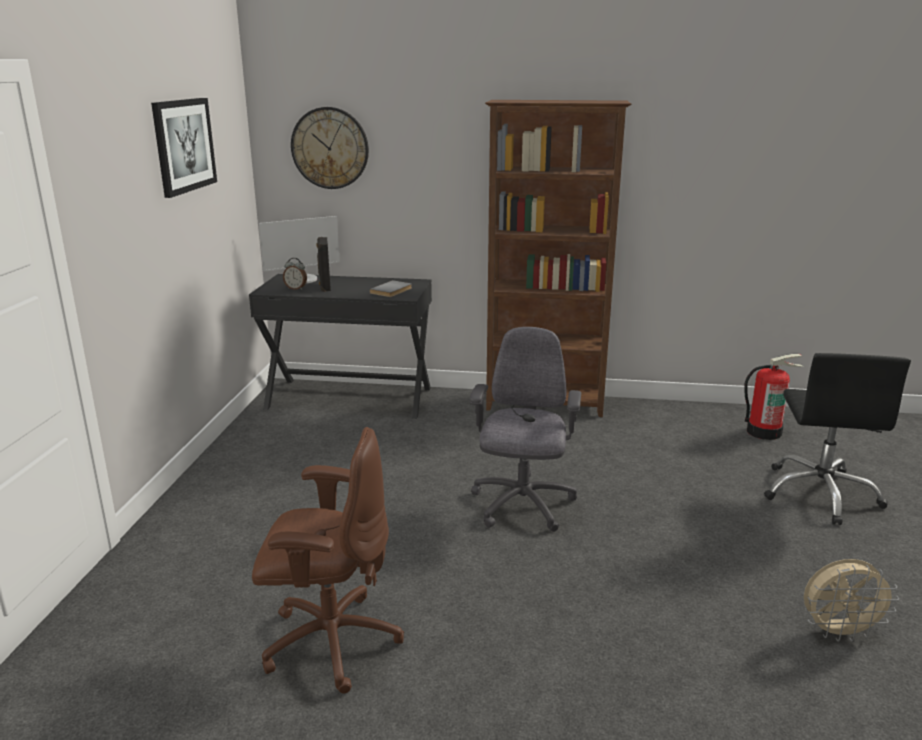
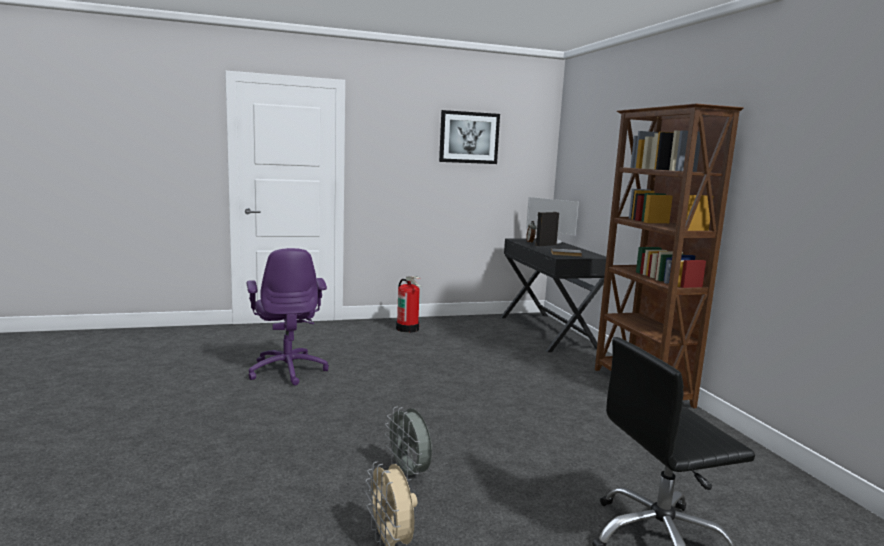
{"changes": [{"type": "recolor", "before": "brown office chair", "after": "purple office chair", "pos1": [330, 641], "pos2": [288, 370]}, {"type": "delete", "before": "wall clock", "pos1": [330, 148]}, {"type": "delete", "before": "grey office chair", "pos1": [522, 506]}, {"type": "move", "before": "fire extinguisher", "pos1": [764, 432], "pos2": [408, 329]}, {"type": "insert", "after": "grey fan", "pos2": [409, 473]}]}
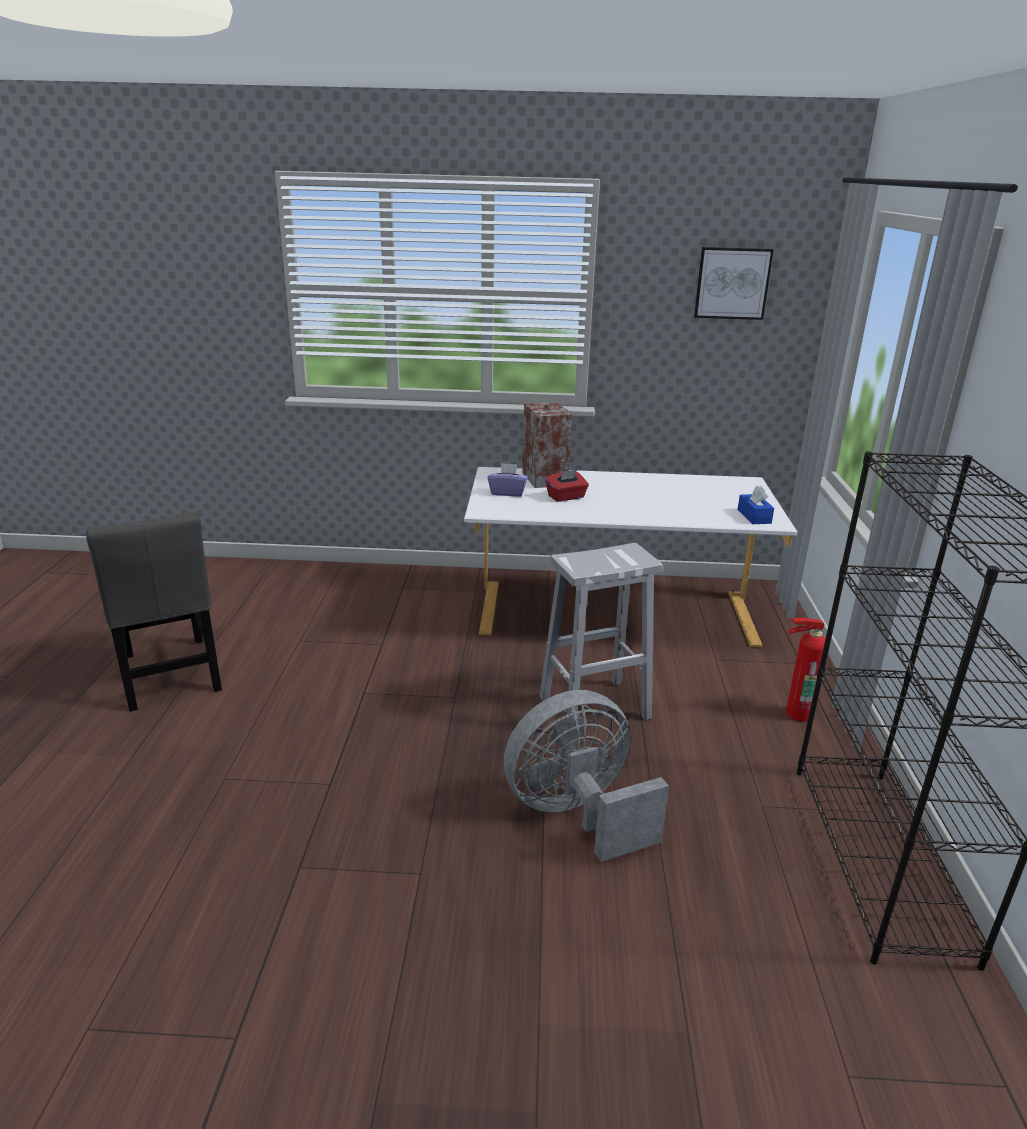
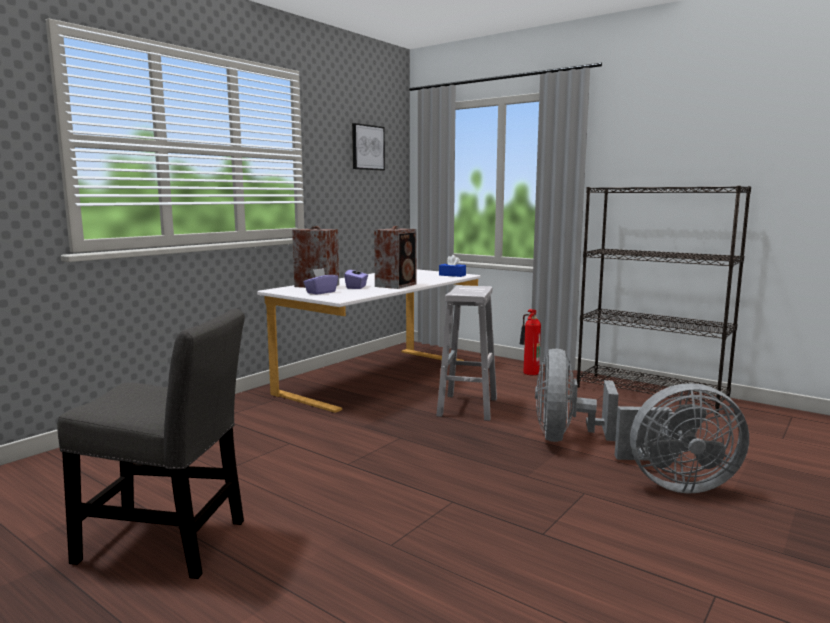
{"changes": [{"type": "recolor", "before": "red tissue box", "after": "purple tissue box", "pos1": [566, 497], "pos2": [356, 287]}, {"type": "insert", "after": "speaker", "pos2": [397, 285]}, {"type": "insert", "after": "grey fan", "pos2": [674, 483]}]}
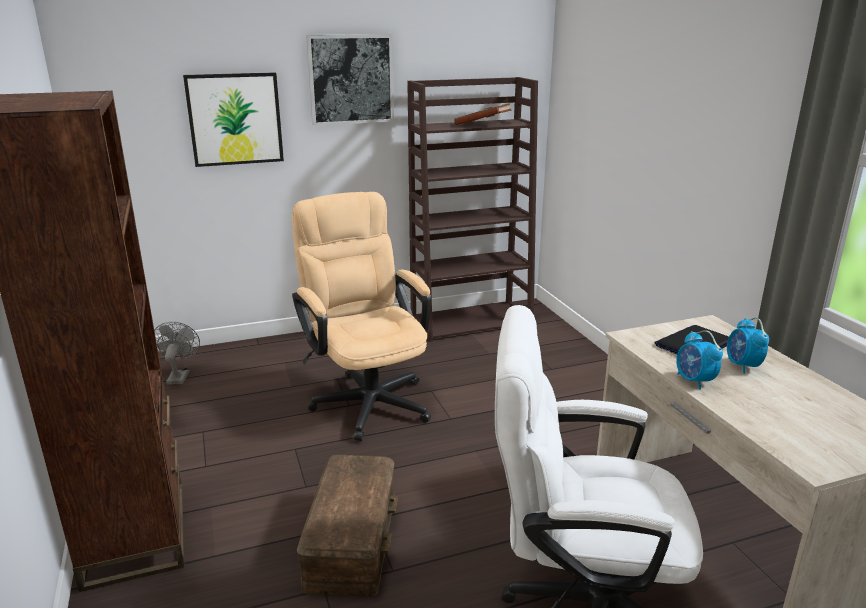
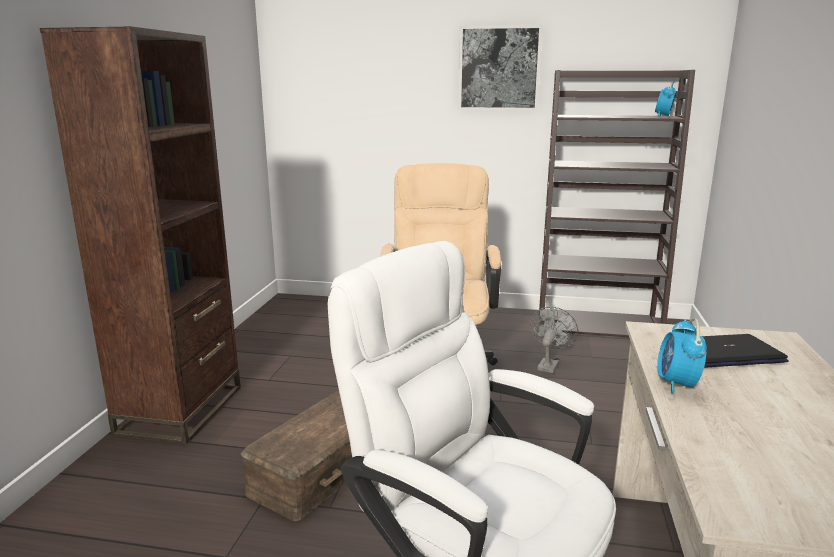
{"changes": [{"type": "move", "before": "grey fan", "pos1": [179, 376], "pos2": [549, 364]}, {"type": "delete", "before": "picture", "pos1": [235, 119]}, {"type": "delete", "before": "brown book", "pos1": [482, 125]}, {"type": "move", "before": "alarm clock", "pos1": [742, 366], "pos2": [663, 116]}]}
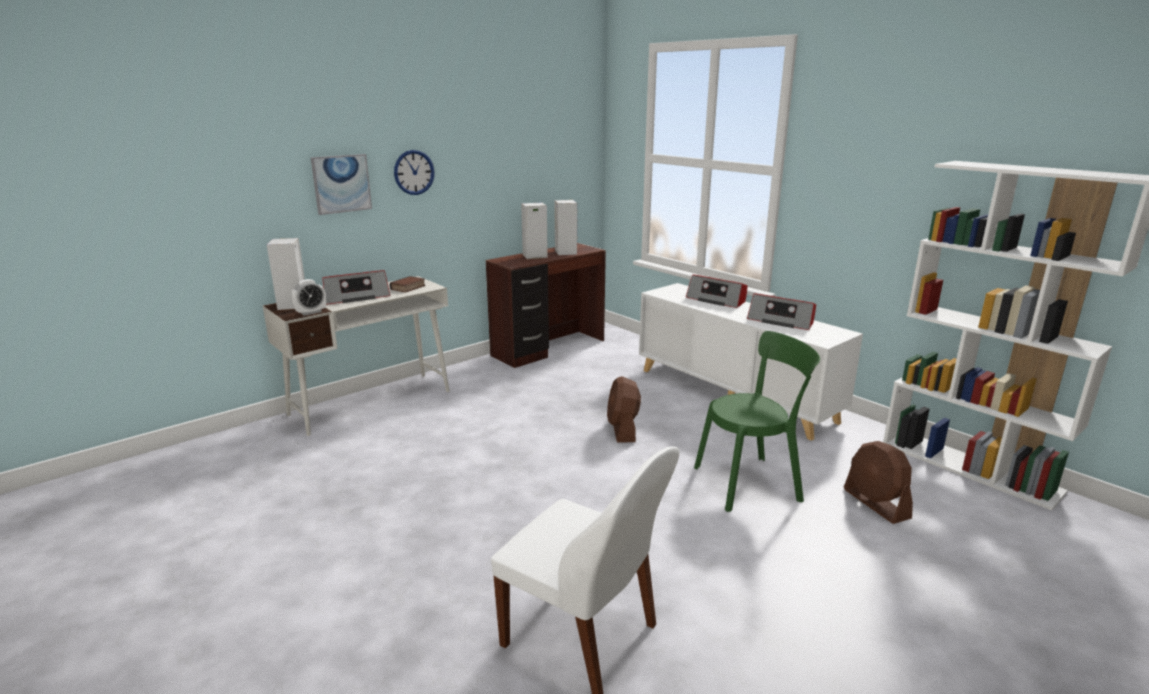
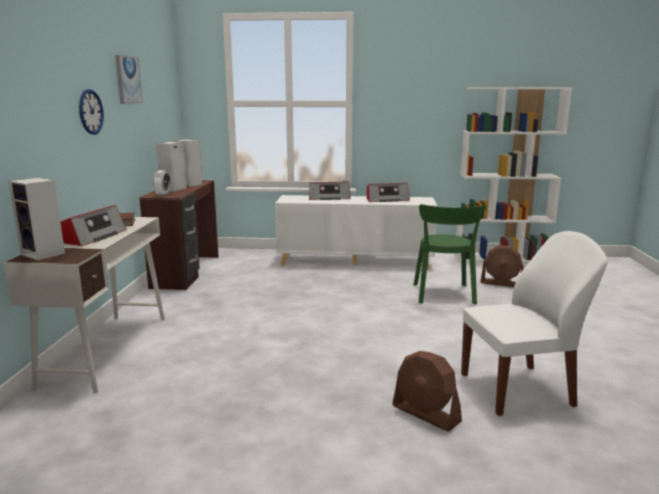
{"changes": [{"type": "move", "before": "alarm clock", "pos1": [311, 312], "pos2": [163, 194]}, {"type": "move", "before": "picture", "pos1": [341, 183], "pos2": [128, 80]}, {"type": "move", "before": "brown fan", "pos1": [623, 429], "pos2": [426, 414]}, {"type": "rotate", "before": "green chair", "pos1": [751, 483], "pos2": [444, 295], "turn": 150}]}
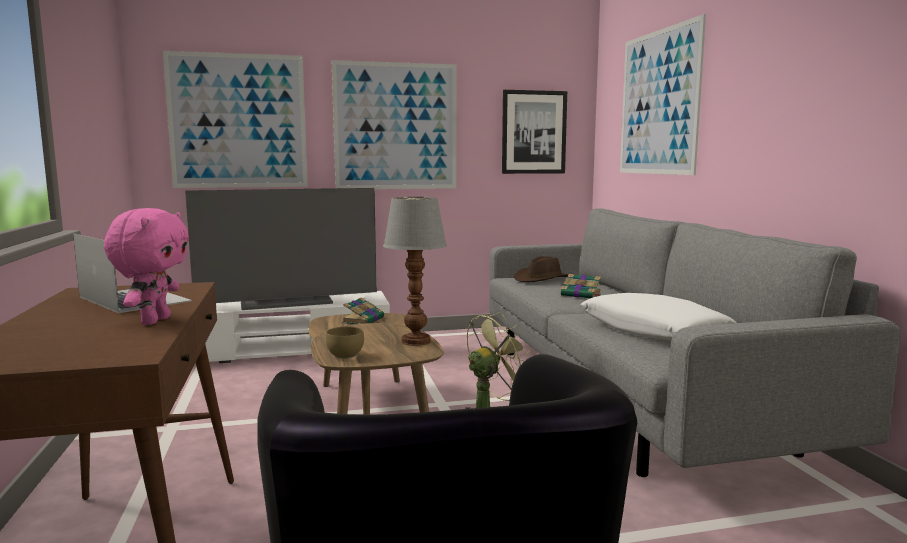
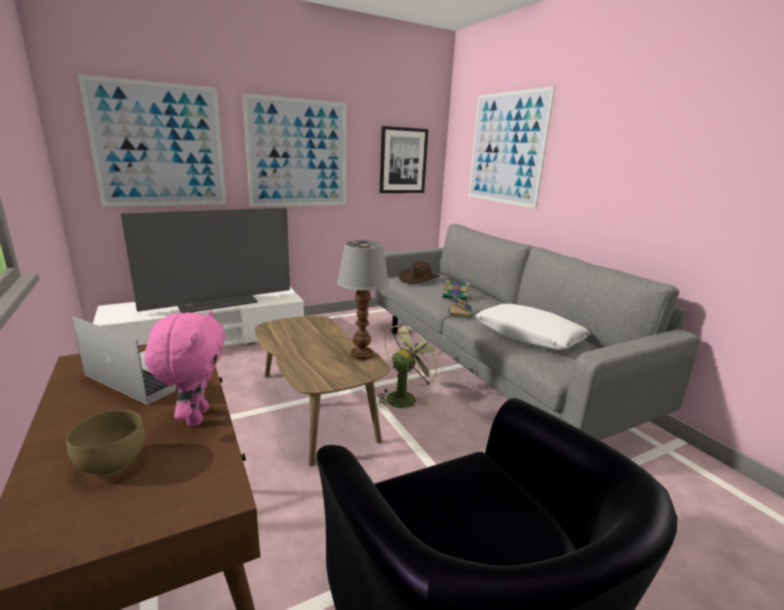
{"changes": [{"type": "move", "before": "brown bowl", "pos1": [347, 356], "pos2": [115, 463]}, {"type": "move", "before": "book", "pos1": [363, 320], "pos2": [459, 312]}]}
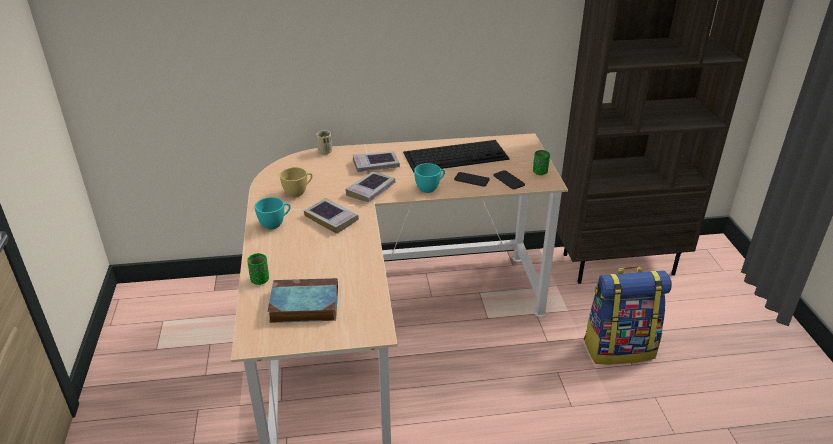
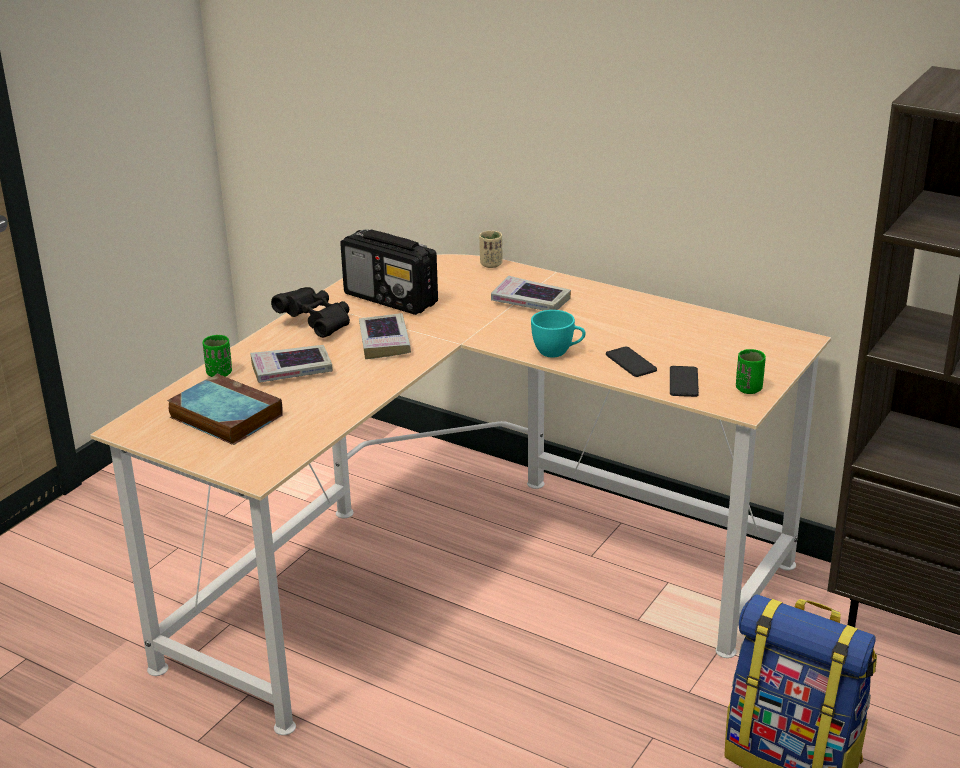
{"changes": [{"type": "replace", "before": "turquoise cup", "after": "black binoculars", "pos1": [275, 224], "pos2": [317, 323]}, {"type": "replace", "before": "yellow cup", "after": "radio", "pos1": [298, 192], "pos2": [391, 299]}, {"type": "move", "before": "book", "pos1": [371, 190], "pos2": [292, 370]}, {"type": "delete", "before": "keyboard", "pos1": [456, 155]}]}
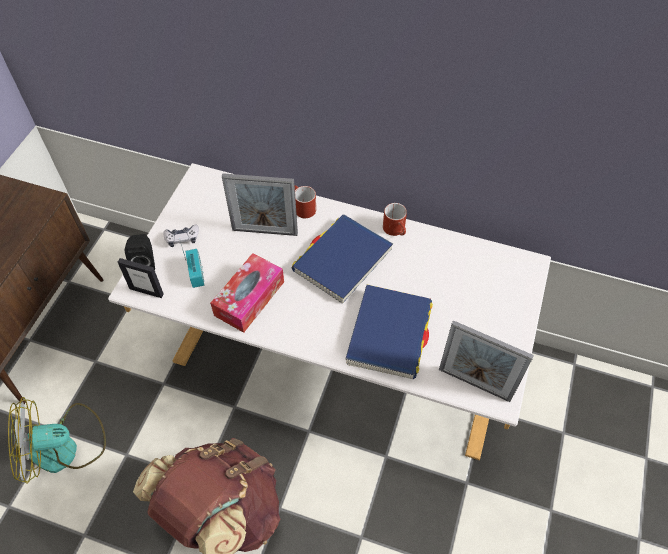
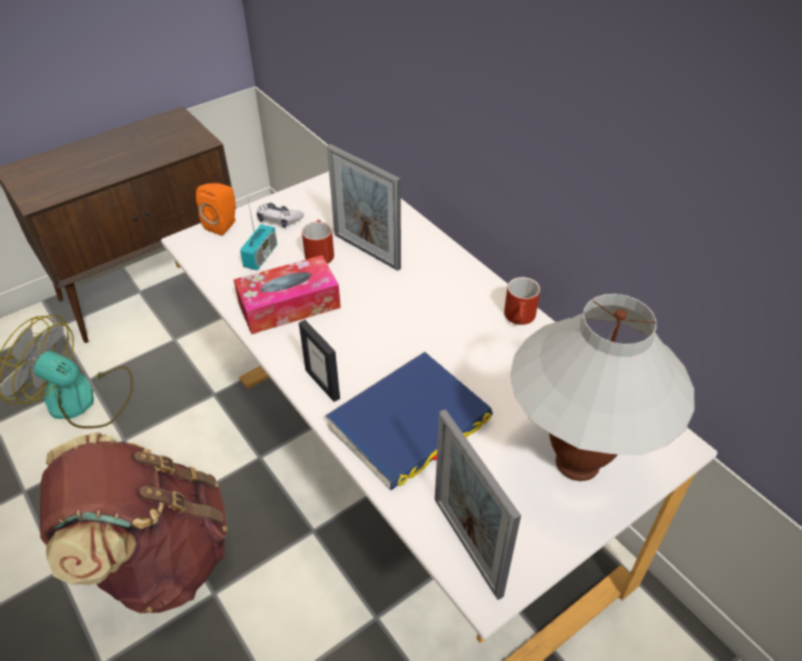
{"changes": [{"type": "move", "before": "picture frame", "pos1": [146, 291], "pos2": [323, 384]}, {"type": "recolor", "before": "black speaker", "after": "orange speaker", "pos1": [145, 263], "pos2": [223, 224]}, {"type": "delete", "before": "blue book", "pos1": [342, 260]}, {"type": "move", "before": "red mug", "pos1": [302, 207], "pos2": [318, 252]}, {"type": "insert", "after": "white table lamp", "pos2": [577, 464]}]}
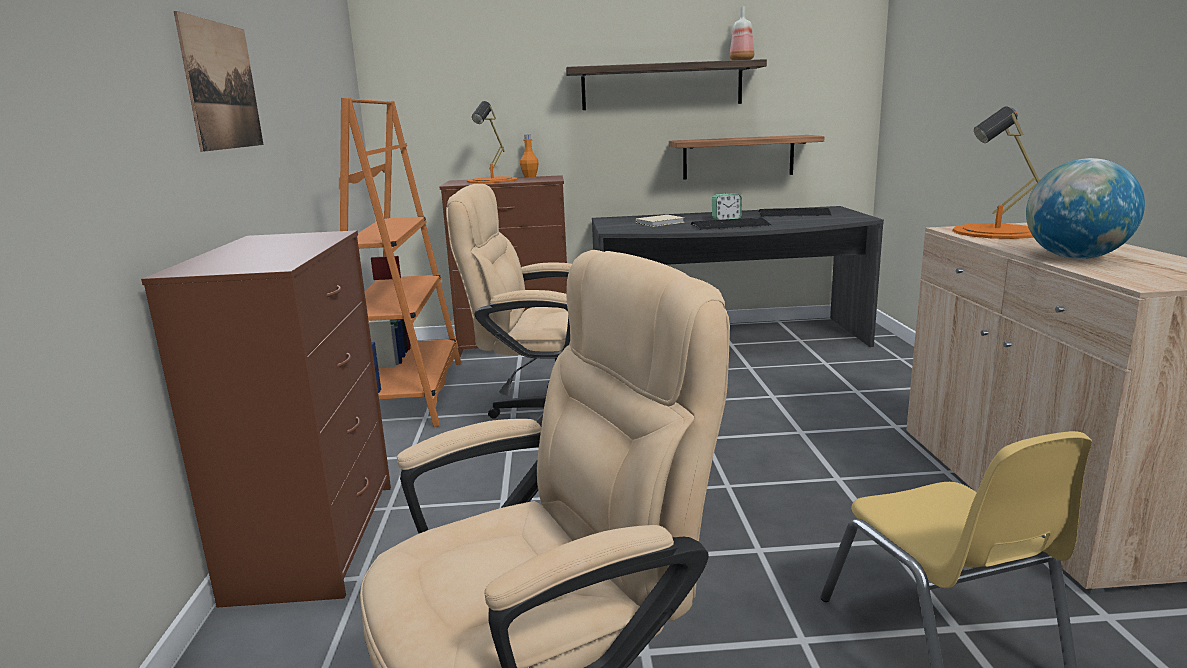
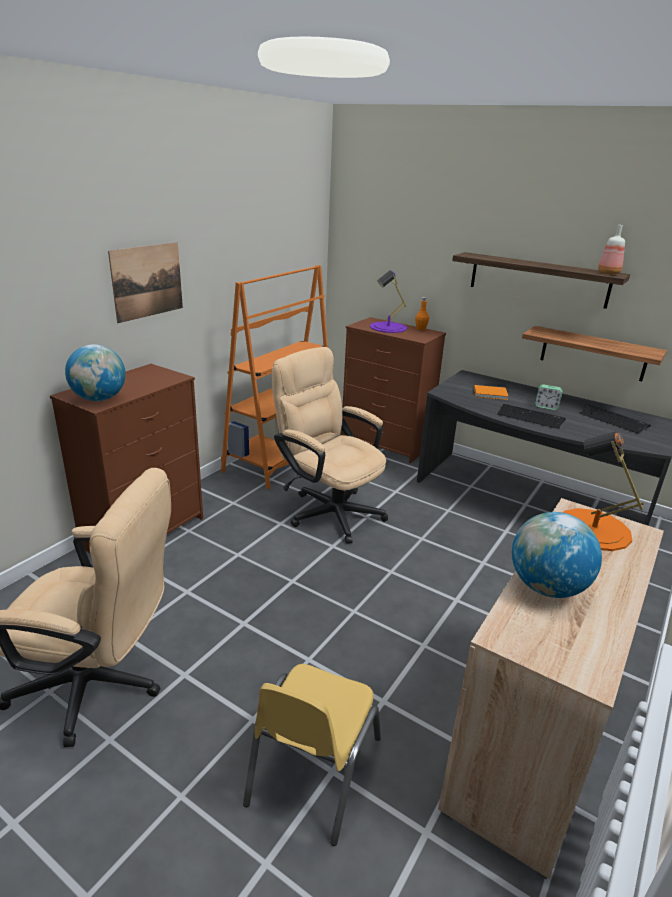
{"changes": [{"type": "recolor", "before": "orange table lamp", "after": "purple table lamp", "pos1": [492, 180], "pos2": [388, 327]}, {"type": "recolor", "before": "beige book", "after": "orange book", "pos1": [661, 223], "pos2": [491, 394]}, {"type": "insert", "after": "globe", "pos2": [99, 399]}]}
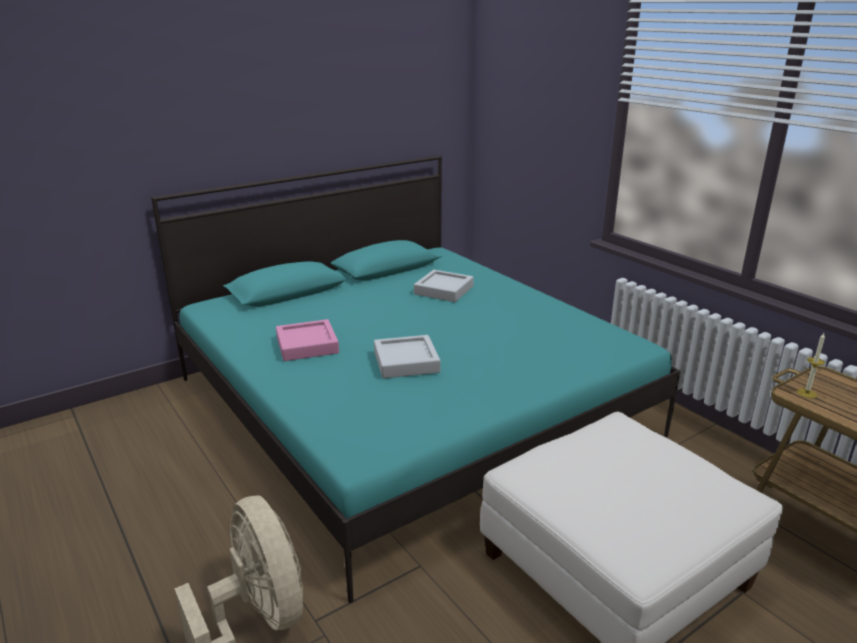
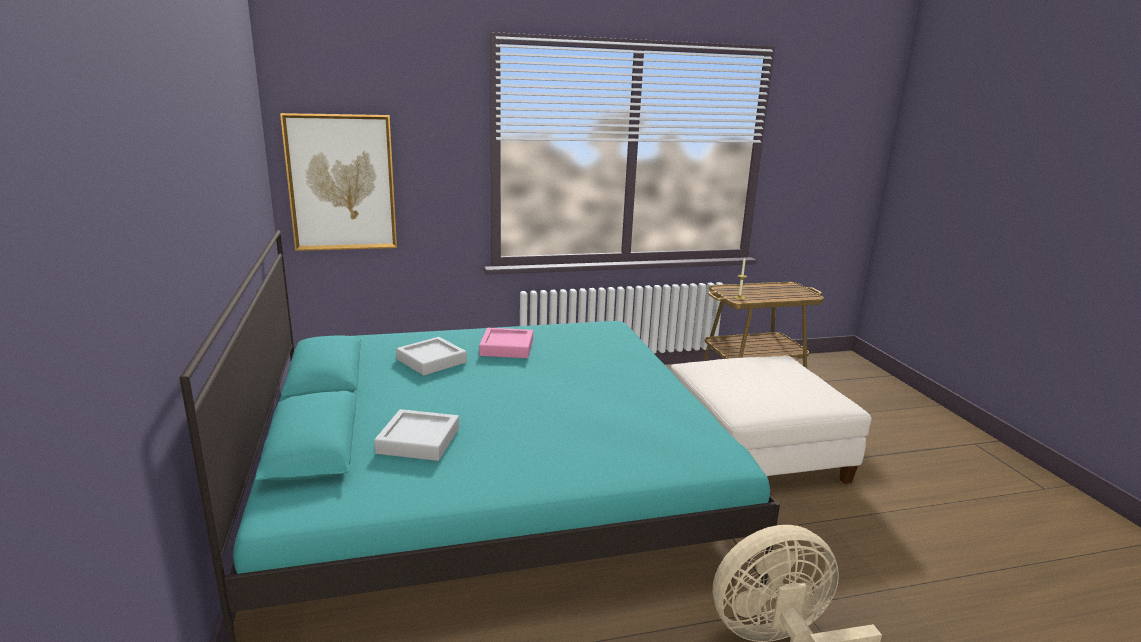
{"changes": [{"type": "move", "before": "pink tray", "pos1": [307, 345], "pos2": [507, 348]}, {"type": "move", "before": "grey tray", "pos1": [406, 362], "pos2": [418, 441]}, {"type": "insert", "after": "picture", "pos2": [342, 183]}]}
